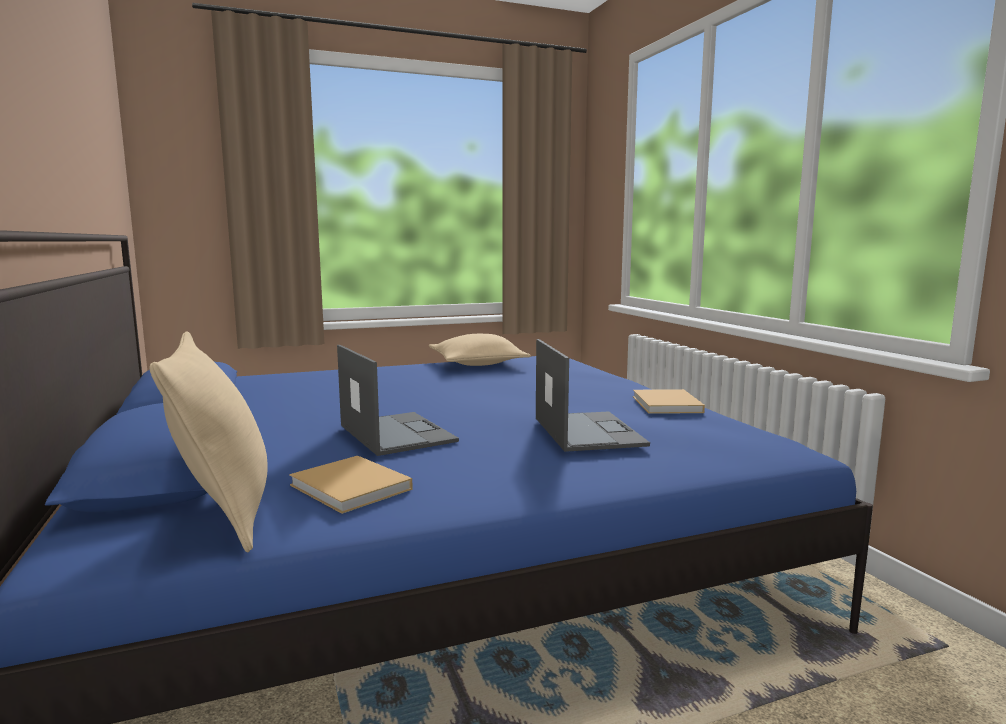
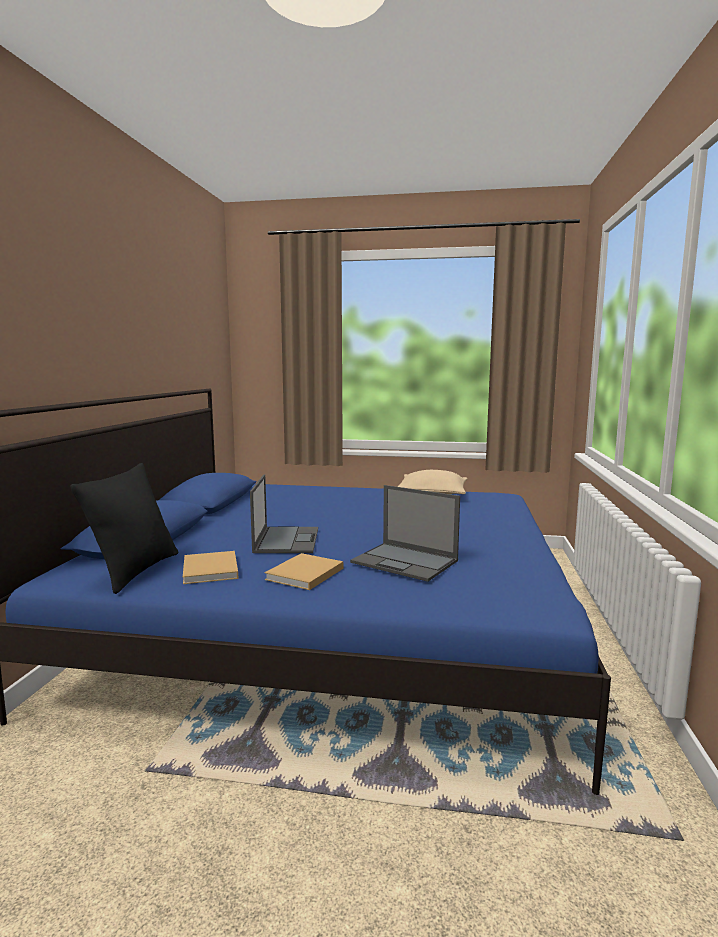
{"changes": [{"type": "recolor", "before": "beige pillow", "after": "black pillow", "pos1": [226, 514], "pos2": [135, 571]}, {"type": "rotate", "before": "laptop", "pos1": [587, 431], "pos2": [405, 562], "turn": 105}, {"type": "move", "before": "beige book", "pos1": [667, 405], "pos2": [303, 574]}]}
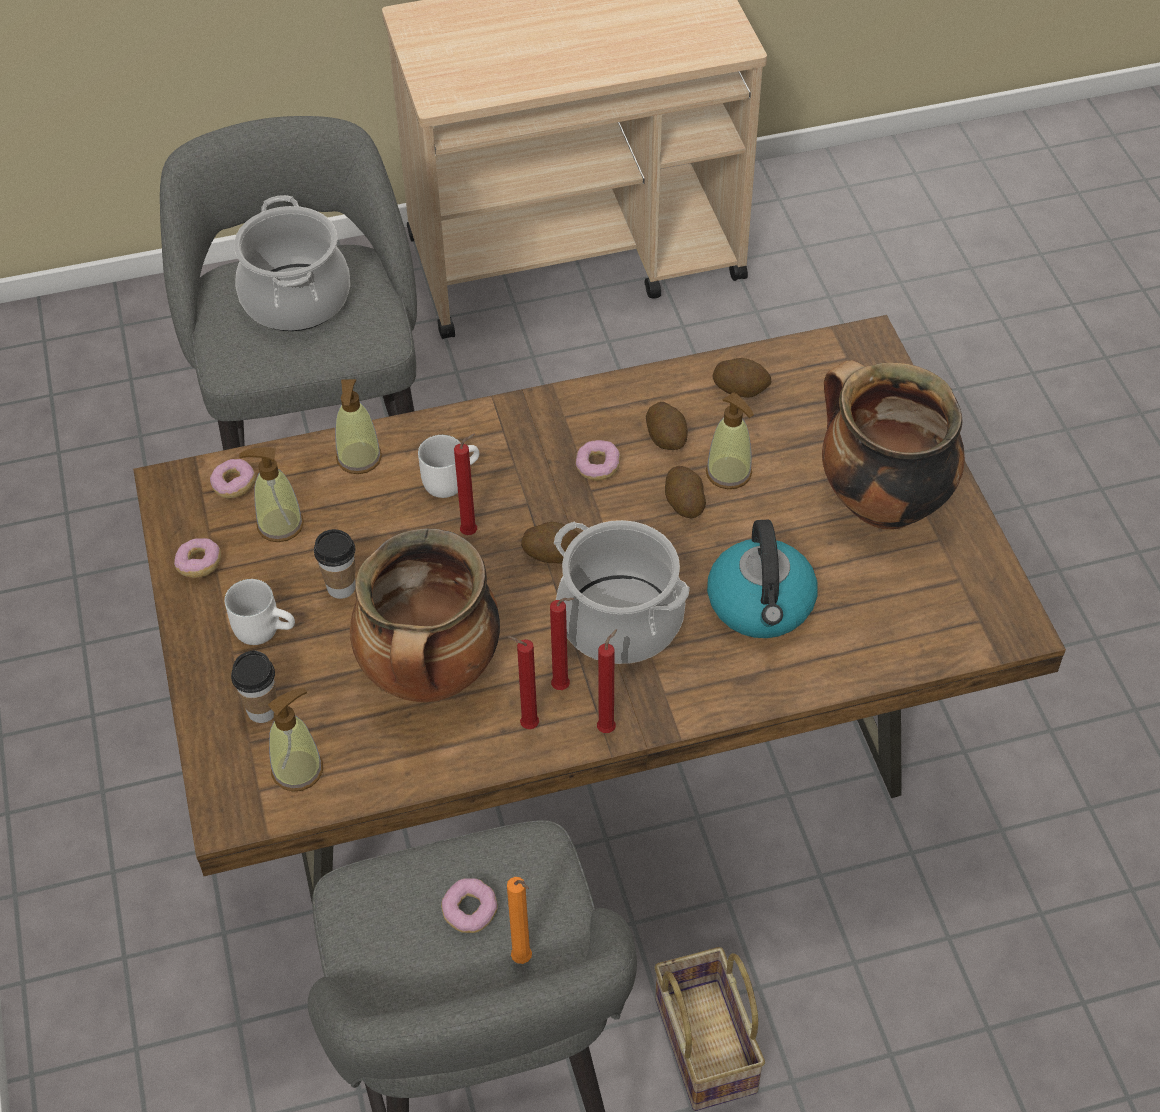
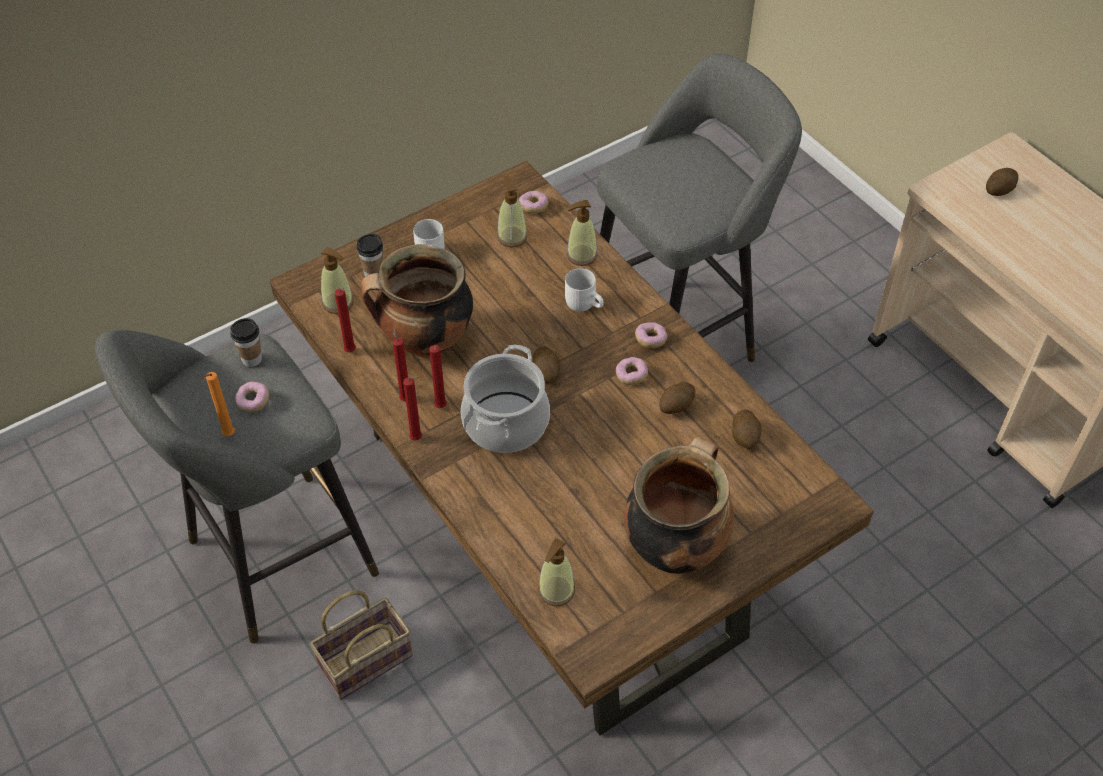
{"changes": [{"type": "move", "before": "donut", "pos1": [199, 564], "pos2": [650, 340]}, {"type": "delete", "before": "cooking pot", "pos1": [296, 299]}, {"type": "move", "before": "cup", "pos1": [341, 587], "pos2": [252, 359]}, {"type": "move", "before": "red candle", "pos1": [472, 532], "pos2": [351, 352]}, {"type": "move", "before": "potato", "pos1": [684, 502], "pos2": [999, 189]}, {"type": "move", "before": "soap dispenser", "pos1": [729, 473], "pos2": [556, 591]}, {"type": "delete", "before": "kettle", "pos1": [761, 605]}]}
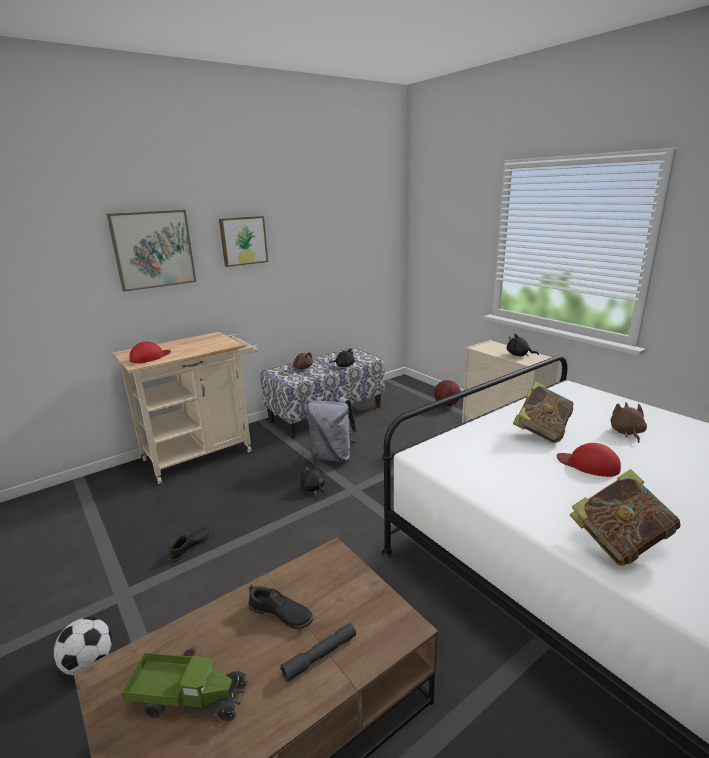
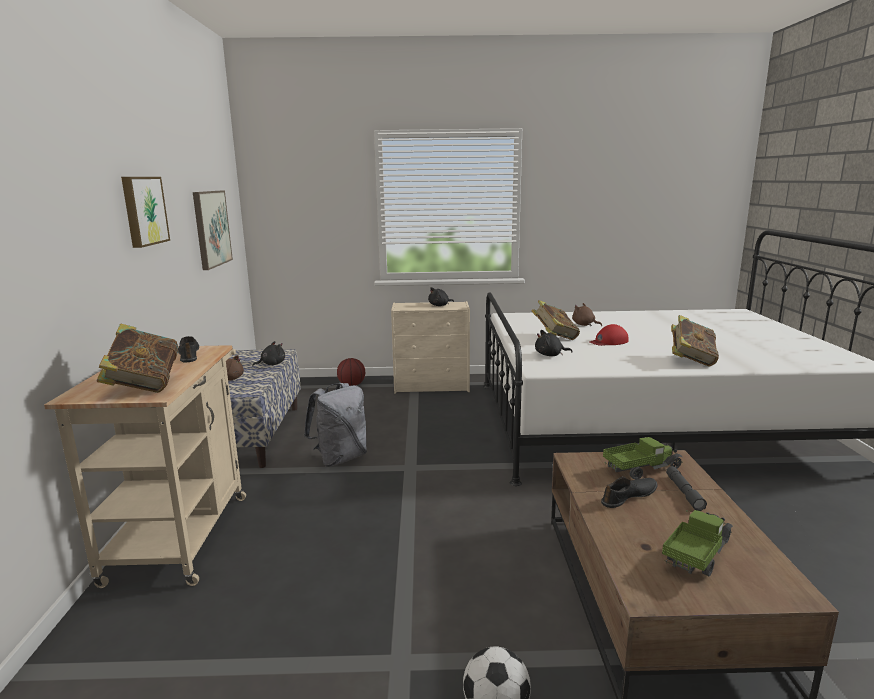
{"changes": [{"type": "move", "before": "picture", "pos1": [153, 249], "pos2": [211, 228]}, {"type": "replace", "before": "red cap", "after": "book", "pos1": [150, 357], "pos2": [144, 386]}, {"type": "move", "before": "black shoe", "pos1": [191, 546], "pos2": [190, 354]}, {"type": "move", "before": "black plush toy", "pos1": [314, 489], "pos2": [550, 355]}, {"type": "insert", "after": "toy truck", "pos2": [641, 469]}]}
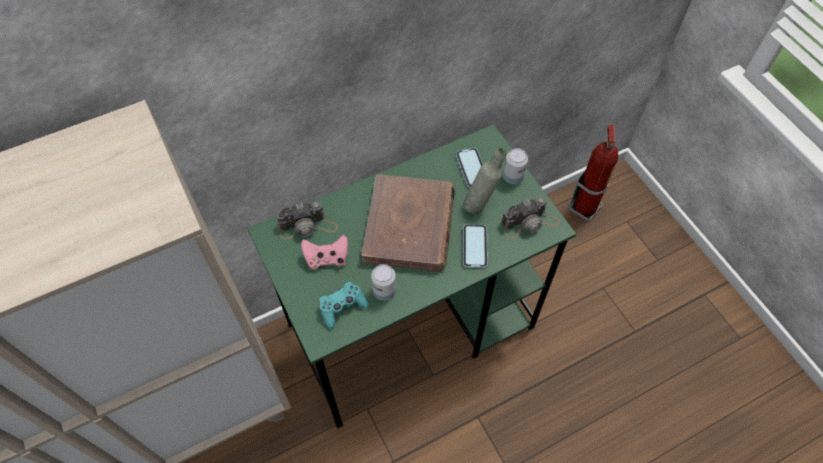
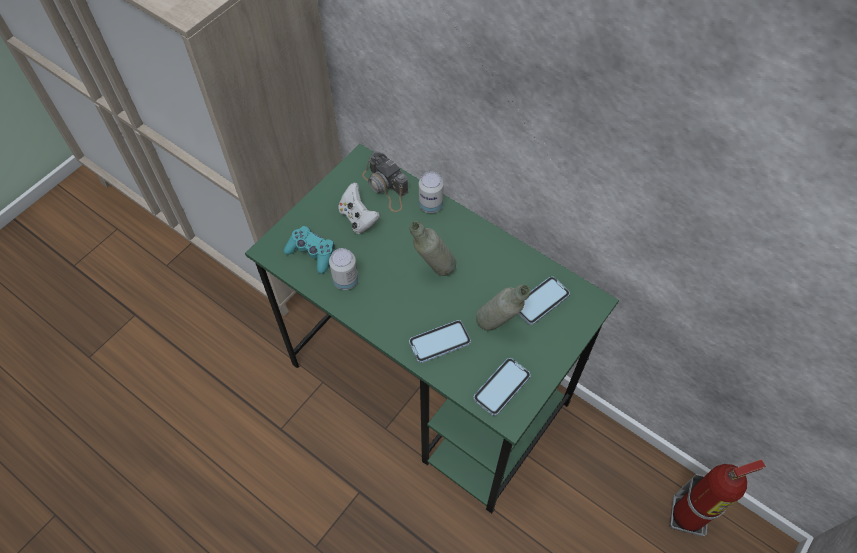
{"changes": [{"type": "recolor", "before": "pink game controller", "after": "white game controller", "pos1": [327, 258], "pos2": [358, 218]}, {"type": "replace", "before": "brown book", "after": "grey bottle", "pos1": [409, 226], "pos2": [433, 272]}, {"type": "replace", "before": "photo camera", "after": "phone", "pos1": [530, 223], "pos2": [501, 387]}, {"type": "move", "before": "can", "pos1": [512, 177], "pos2": [430, 205]}]}
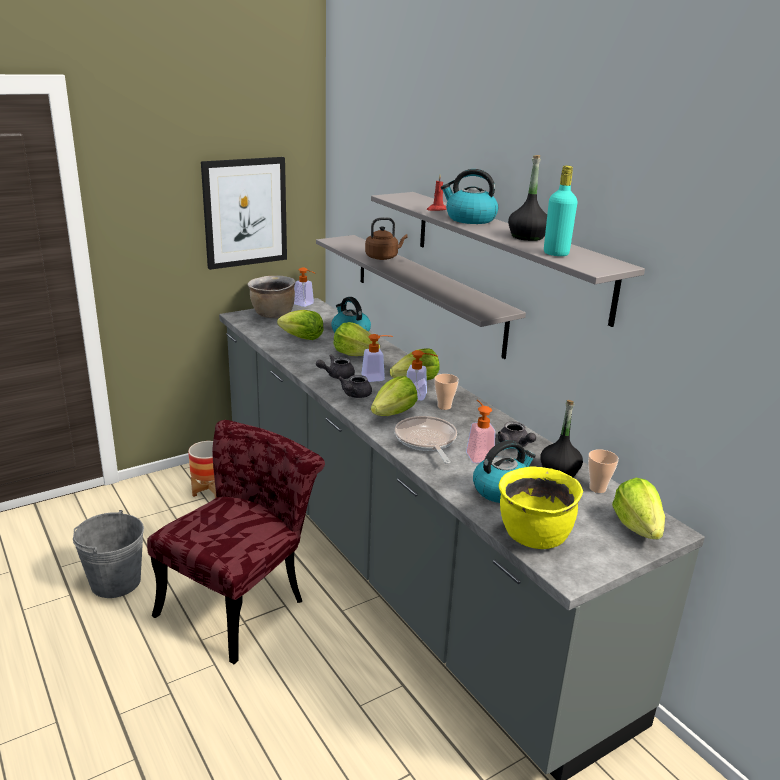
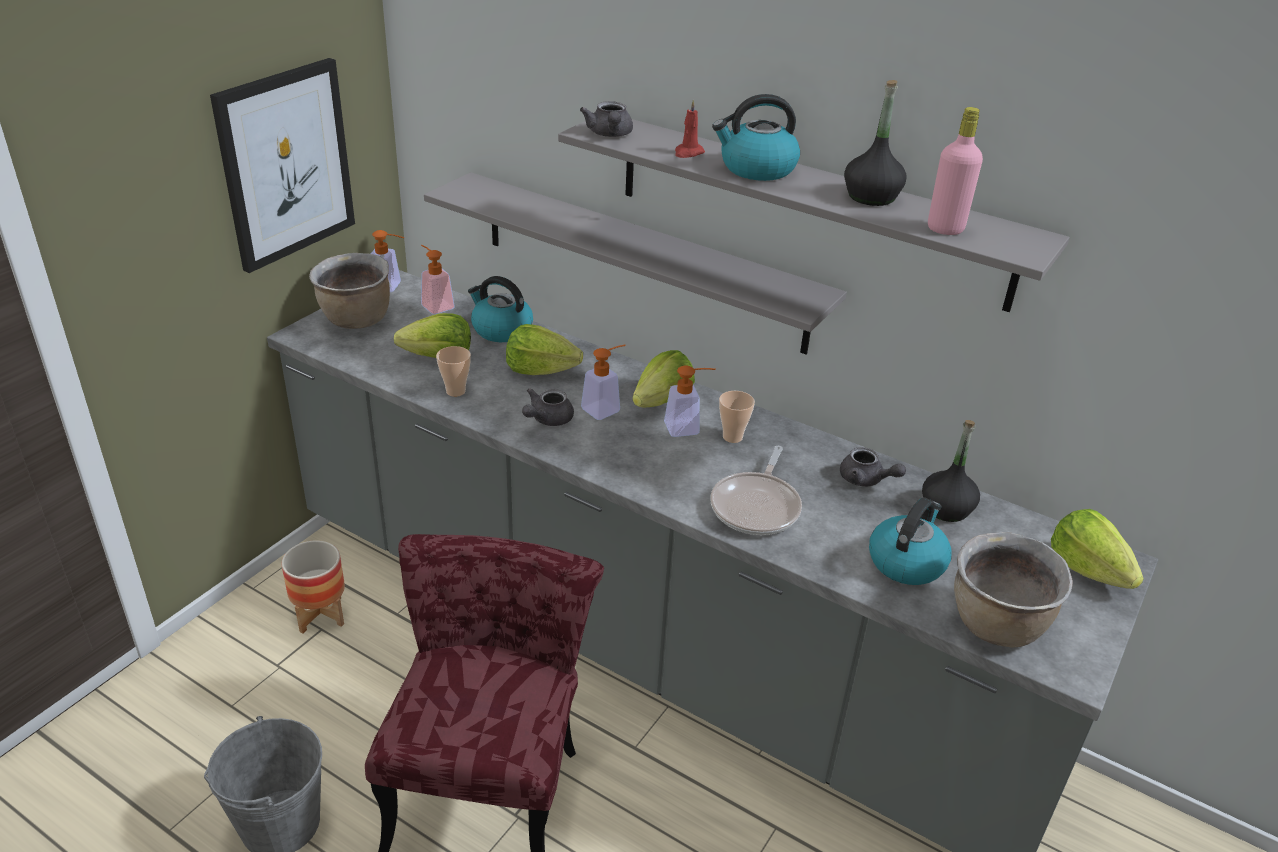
{"changes": [{"type": "move", "before": "grey teapot", "pos1": [355, 395], "pos2": [609, 135]}, {"type": "delete", "before": "brown kettle", "pos1": [383, 257]}, {"type": "delete", "before": "lettuce", "pos1": [394, 413]}, {"type": "rotate", "before": "frying pan", "pos1": [426, 441], "pos2": [757, 506], "turn": -120}, {"type": "move", "before": "soap dispenser", "pos1": [478, 454], "pos2": [435, 305]}, {"type": "recolor", "before": "yellow cooking pot", "after": "brown cooking pot", "pos1": [534, 537], "pos2": [996, 626]}, {"type": "recolor", "before": "turquoise bottle", "after": "pink bottle", "pos1": [556, 253], "pos2": [945, 229]}, {"type": "move", "before": "cup", "pos1": [597, 488], "pos2": [455, 391]}]}
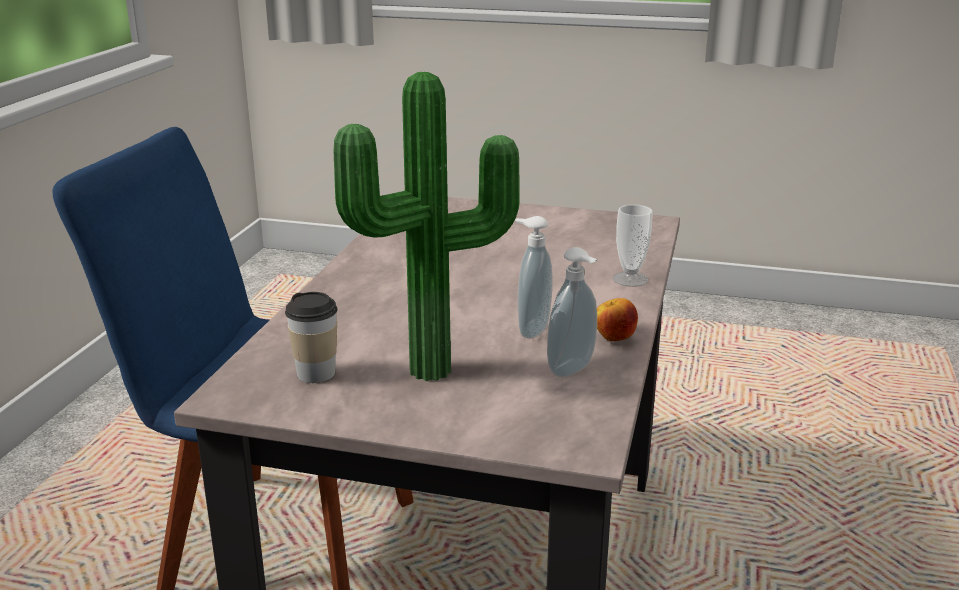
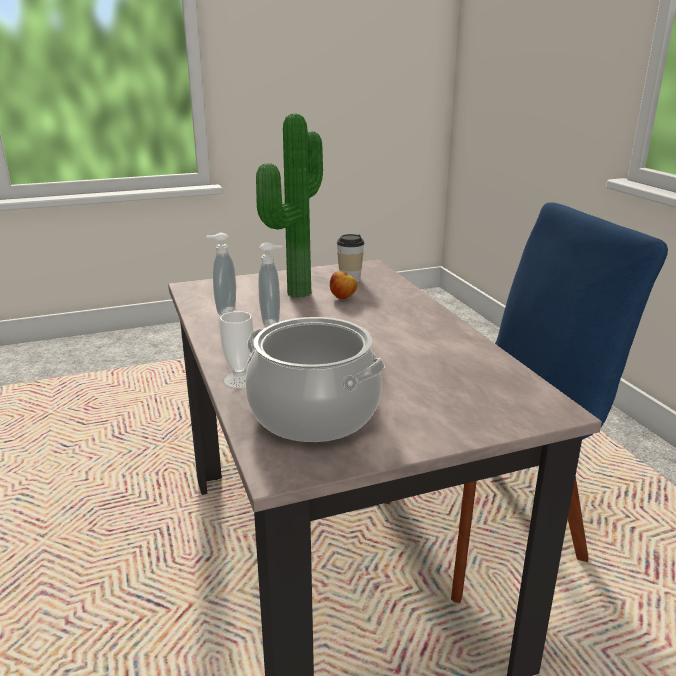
{"changes": [{"type": "move", "before": "apple", "pos1": [614, 339], "pos2": [343, 298]}, {"type": "insert", "after": "cooking pot", "pos2": [313, 413]}]}
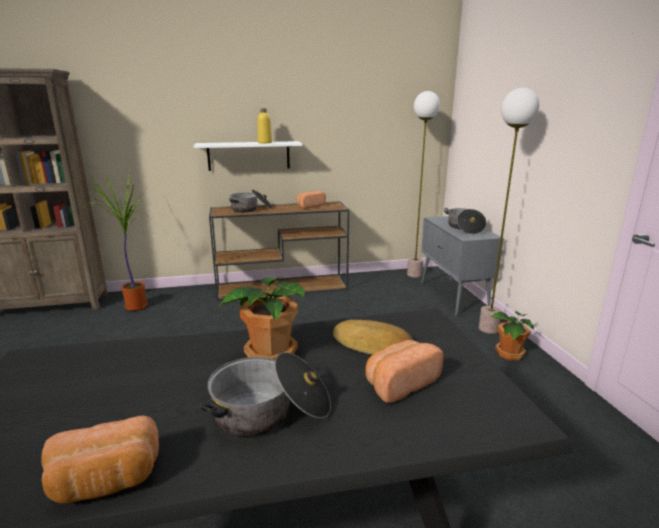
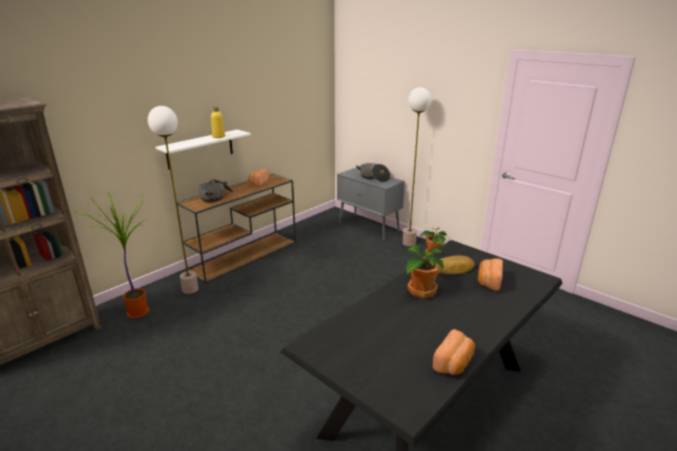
{"changes": [{"type": "delete", "before": "cooking pot", "pos1": [271, 412]}, {"type": "move", "before": "floor lamp", "pos1": [414, 274], "pos2": [190, 289]}]}
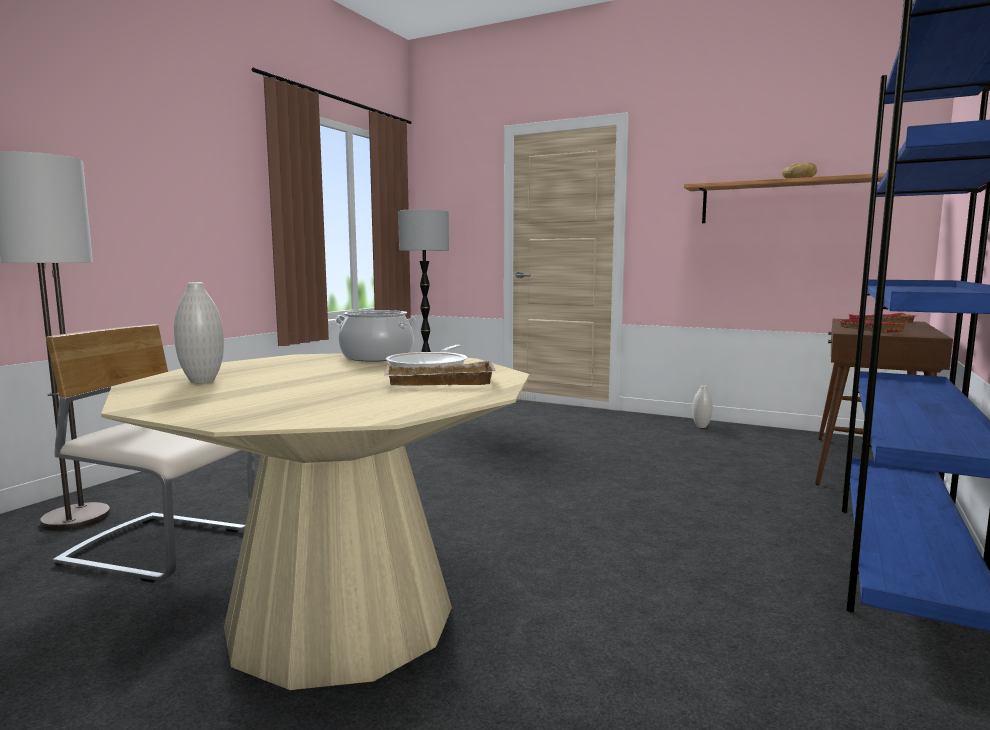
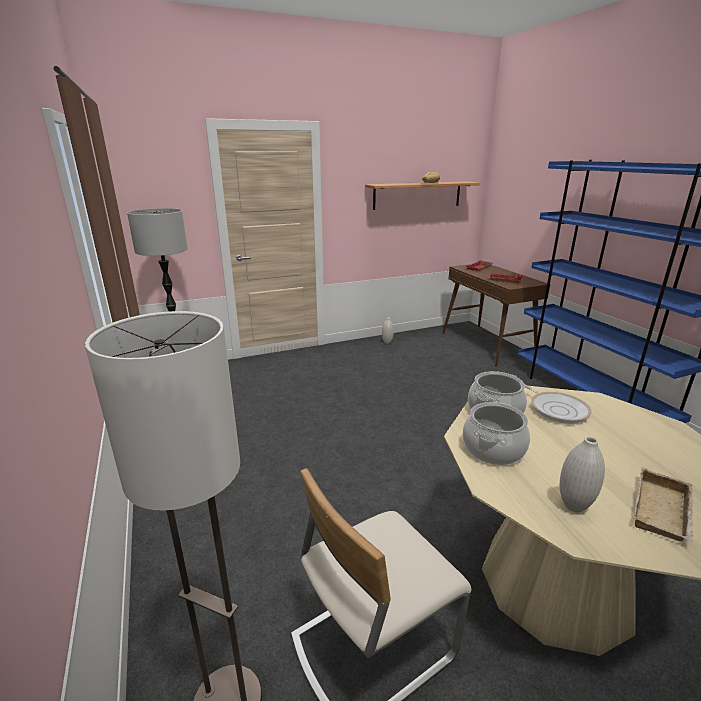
{"changes": [{"type": "move", "before": "beige tray", "pos1": [438, 383], "pos2": [664, 511]}, {"type": "insert", "after": "cooking pot", "pos2": [492, 449]}]}
